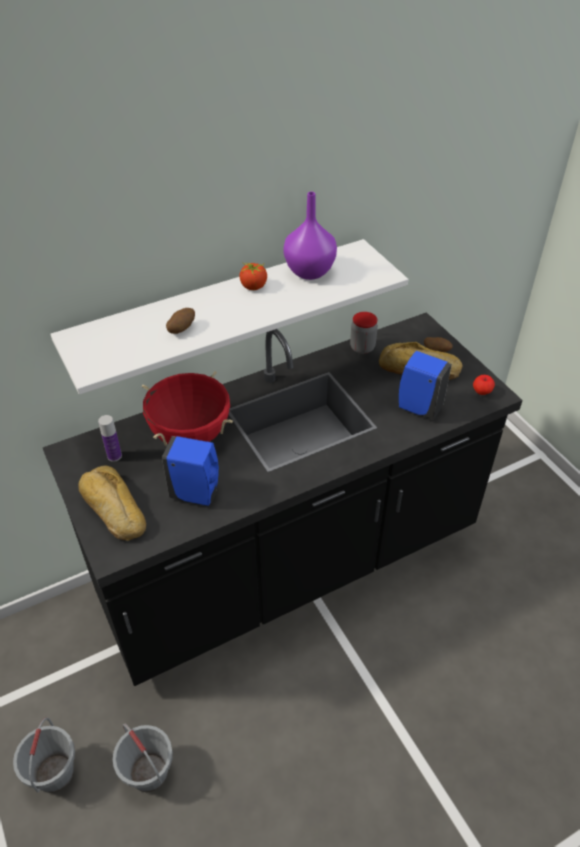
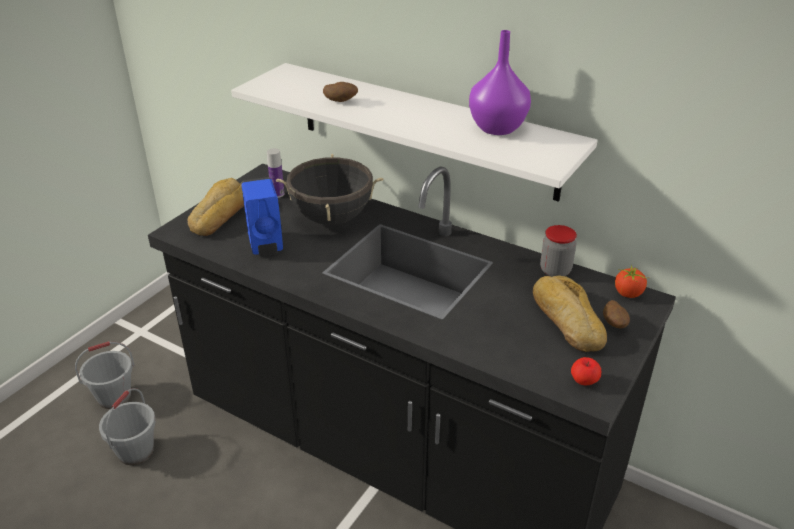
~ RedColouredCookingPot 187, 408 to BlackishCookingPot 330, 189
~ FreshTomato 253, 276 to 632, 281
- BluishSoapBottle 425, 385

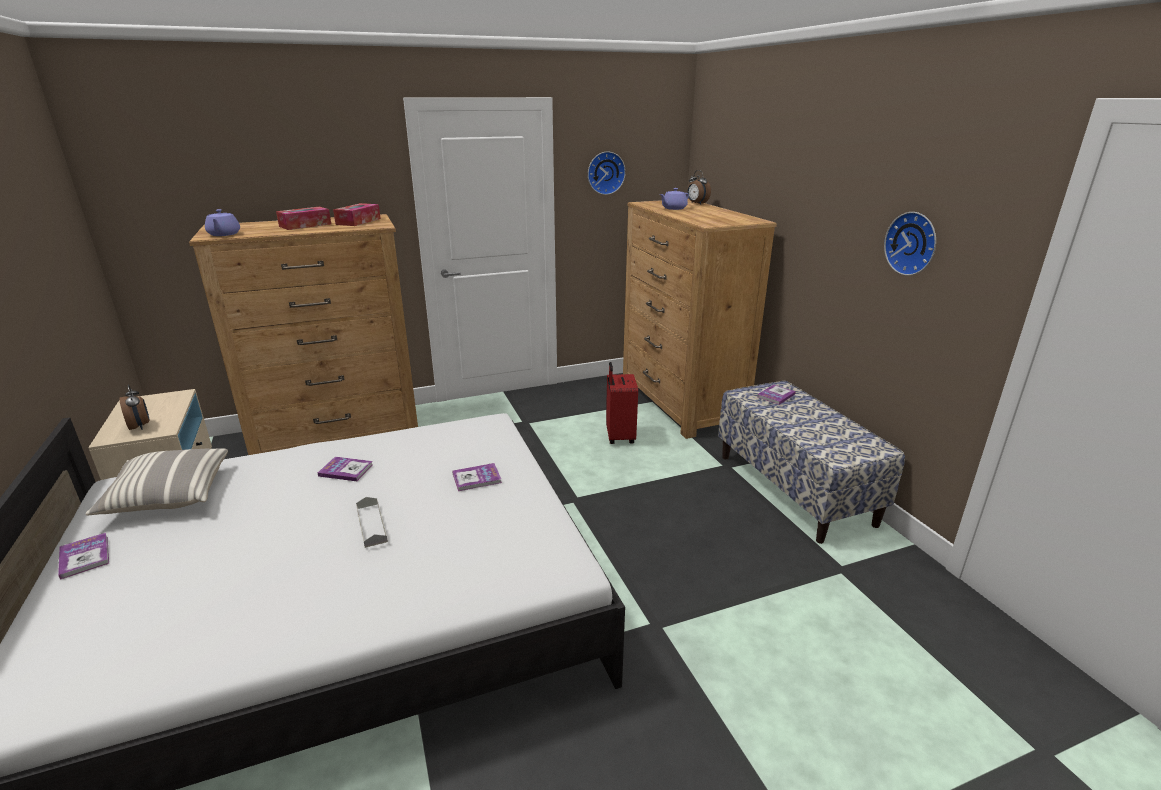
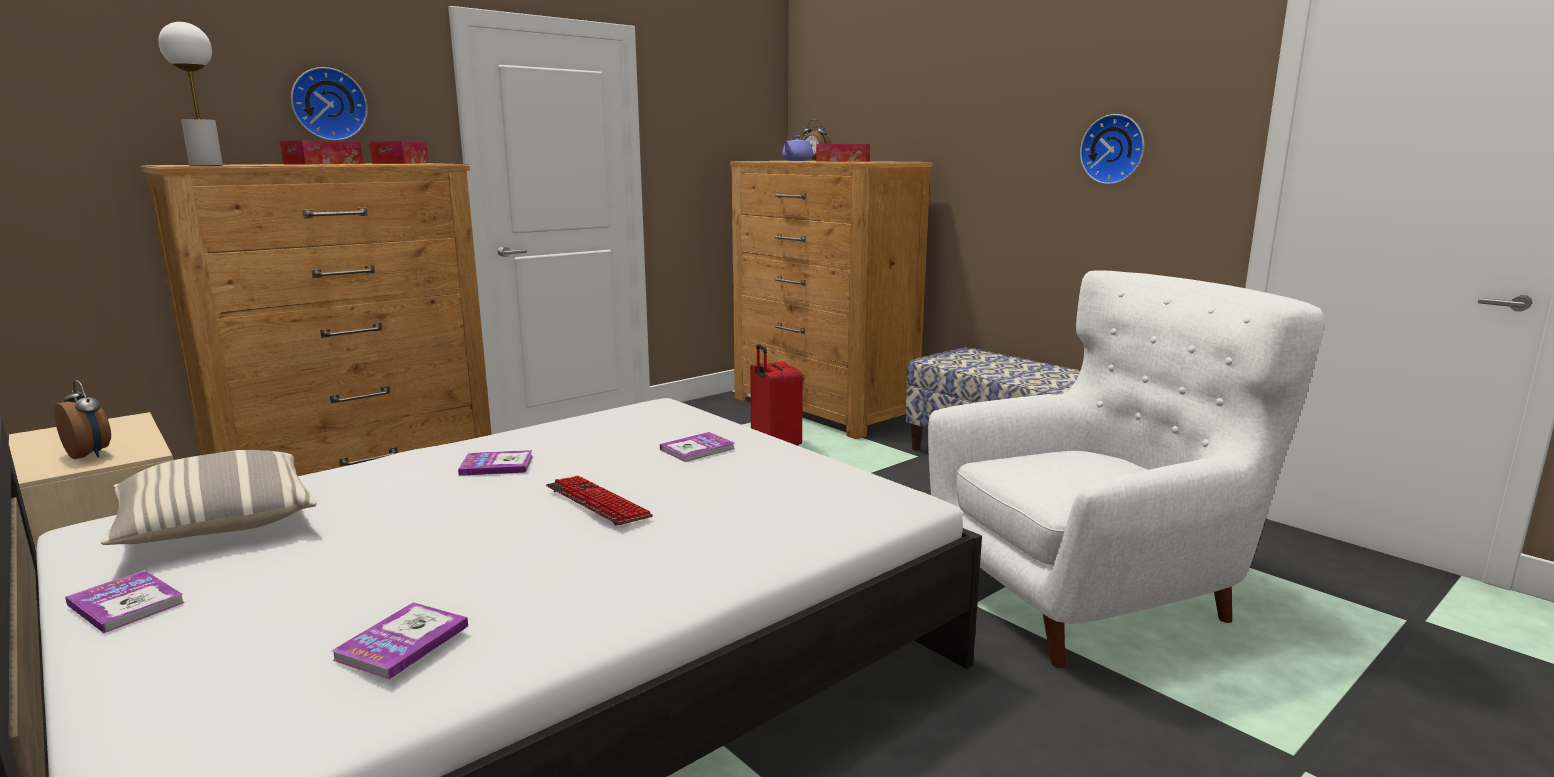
~ PurpleTeapot 222, 222 to WhiteColouredLampForATable 190, 94
~ GrayServingTray 372, 522 to ComputerKeyboard 599, 500
~ ClockOnTheWall 607, 173 to 329, 104
~ Book 777, 394 to 399, 640
+ TissueBox 843, 153
+ WhiteColouredEasyChair 1126, 469

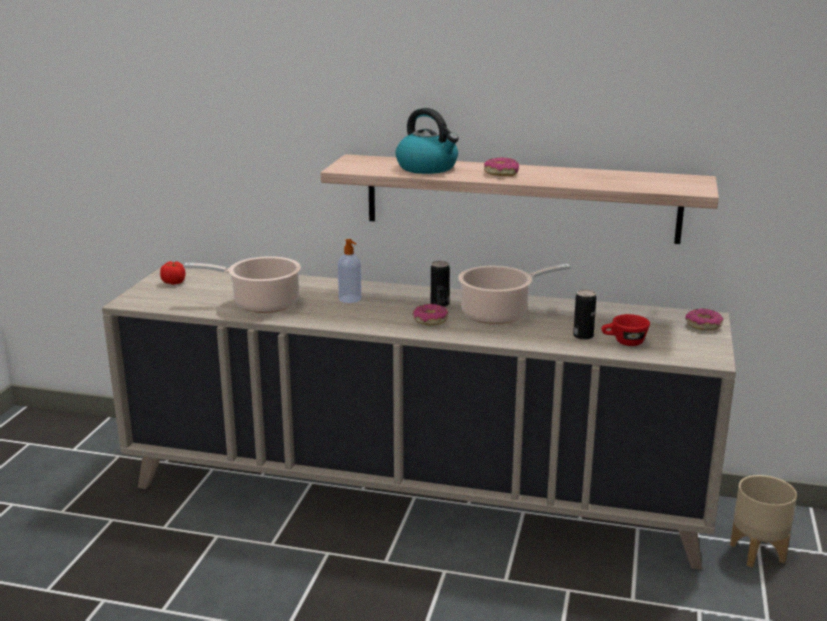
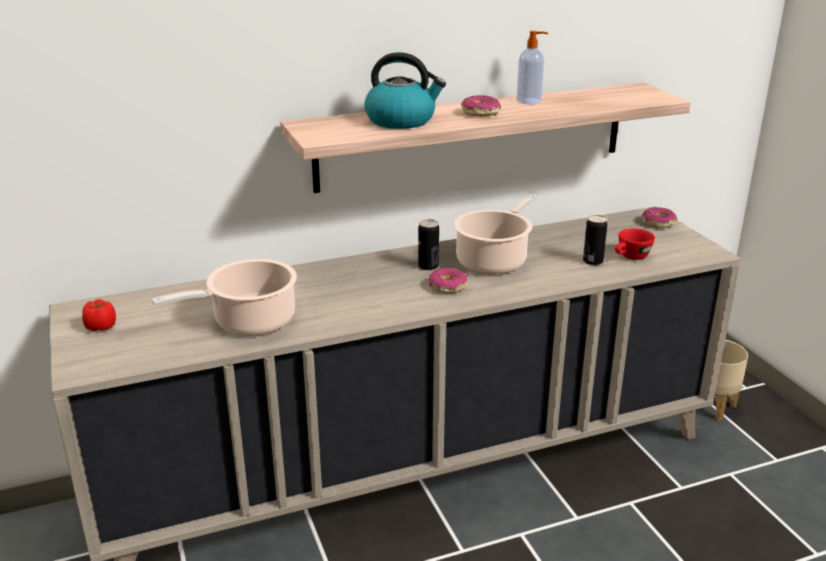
~ SoapBottle 349, 271 to 532, 68

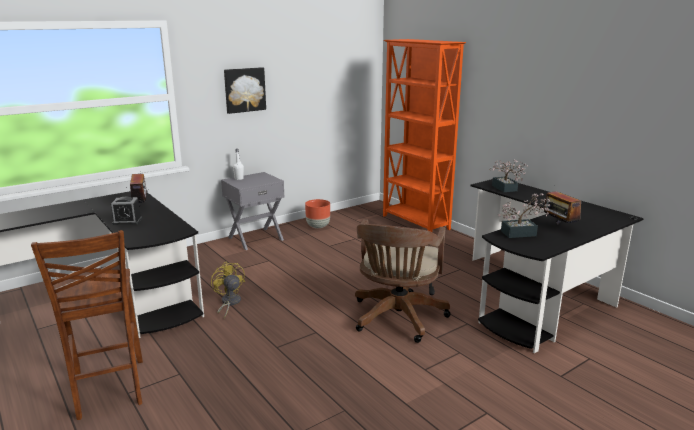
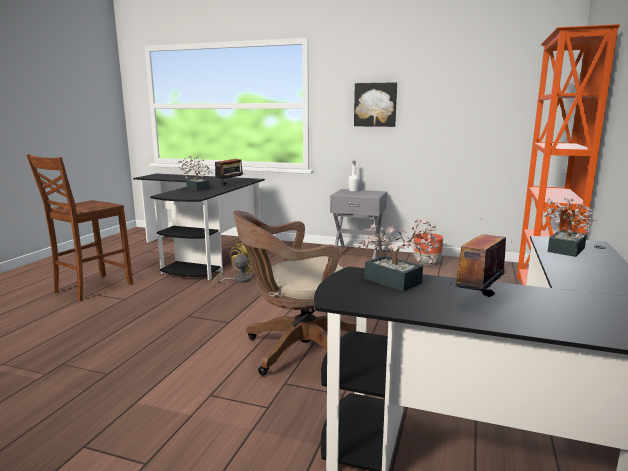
~ AlarmClock 126, 211 to PottedPlant 195, 172

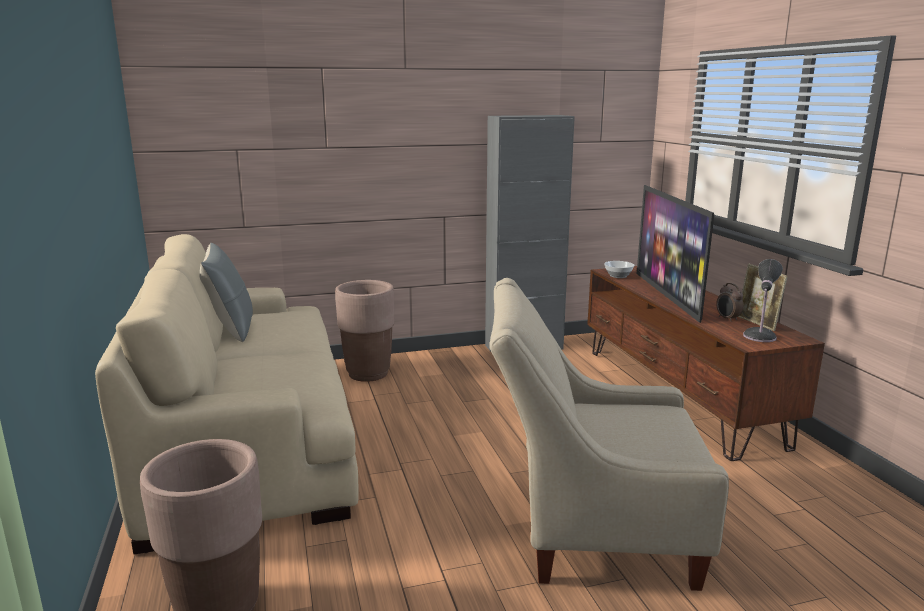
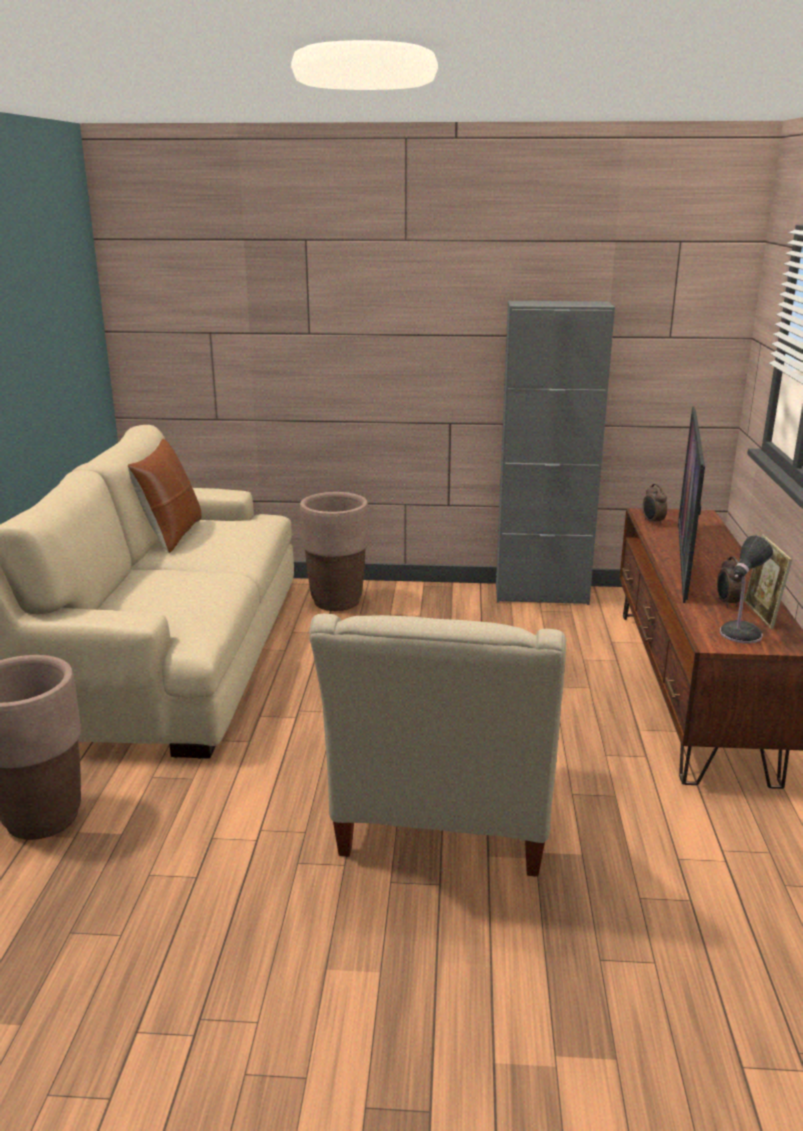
~ GrayThrowPillow 226, 292 to BrownishThrowPillow 165, 496
~ SandColouredEasyChair 609, 434 = 437, 745 105 degrees counterclockwise
~ DeepDish 619, 269 to AlarmClock 655, 505

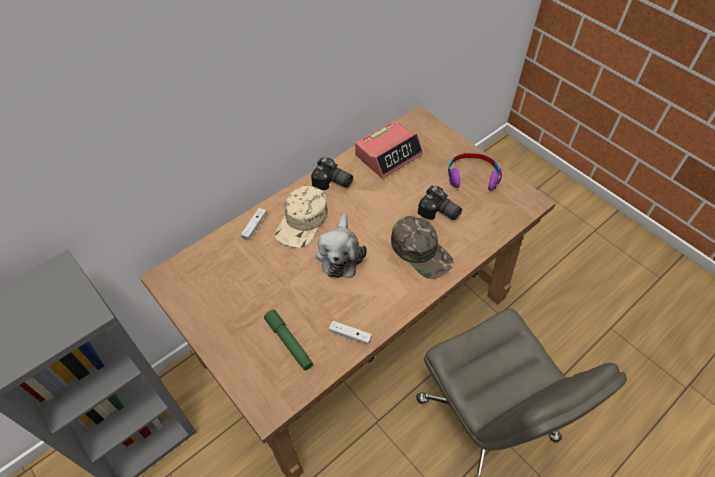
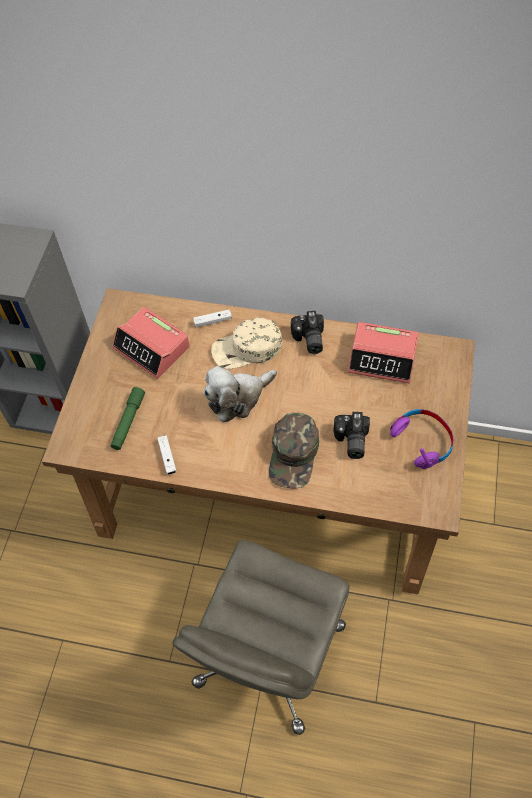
+ AlarmClock 151, 343

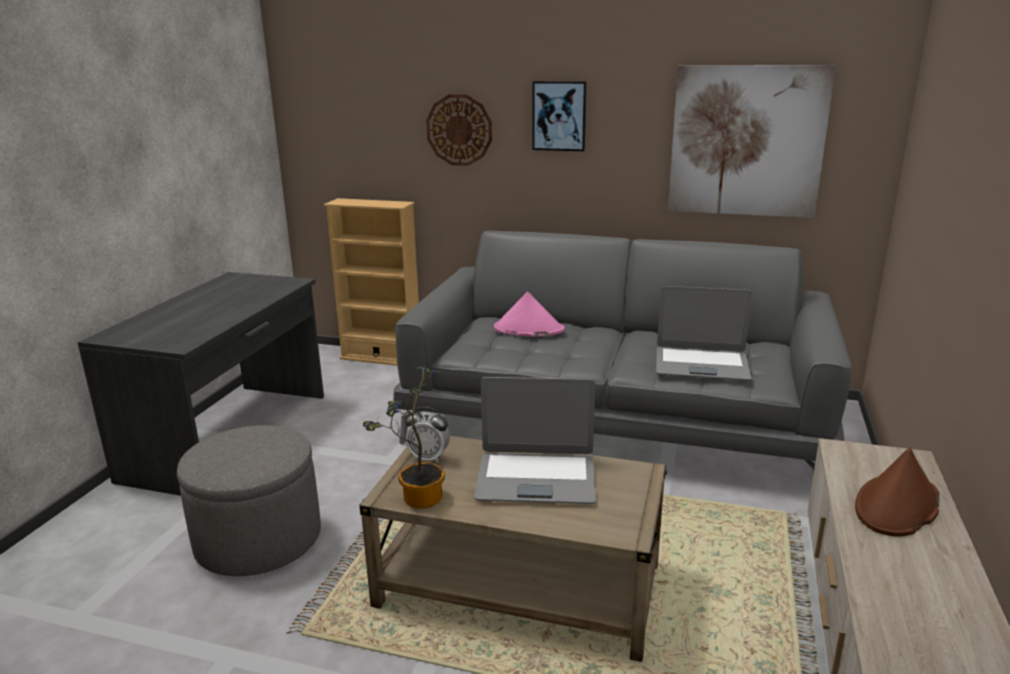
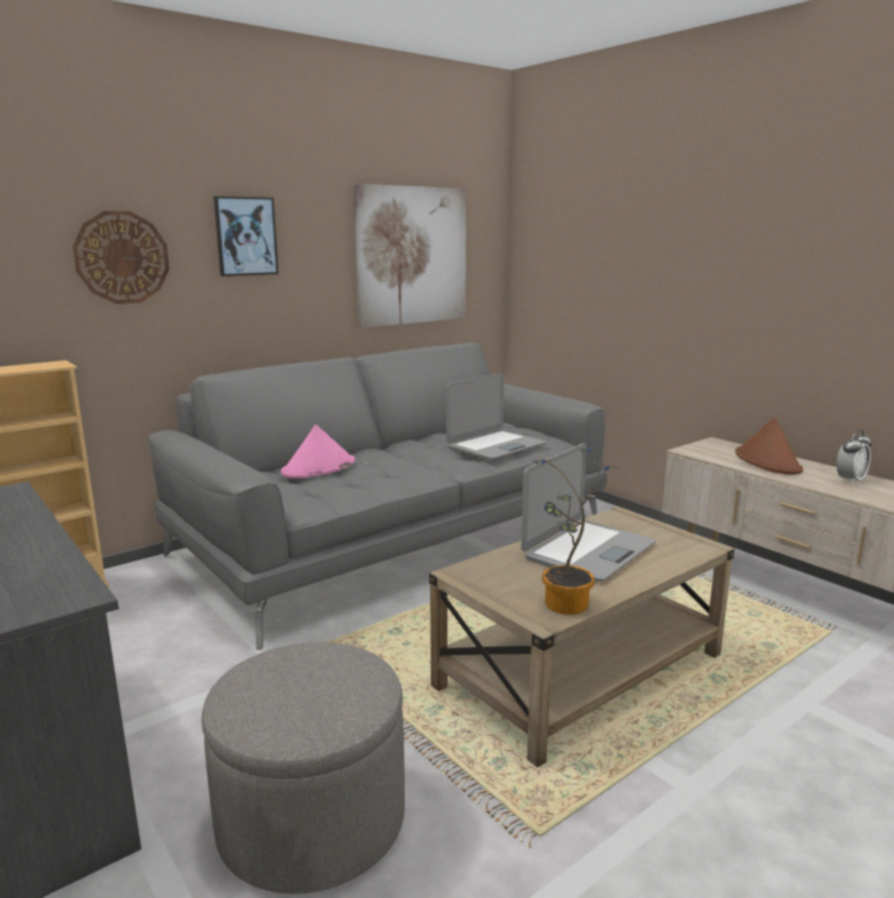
~ AlarmClock 428, 435 to 854, 457

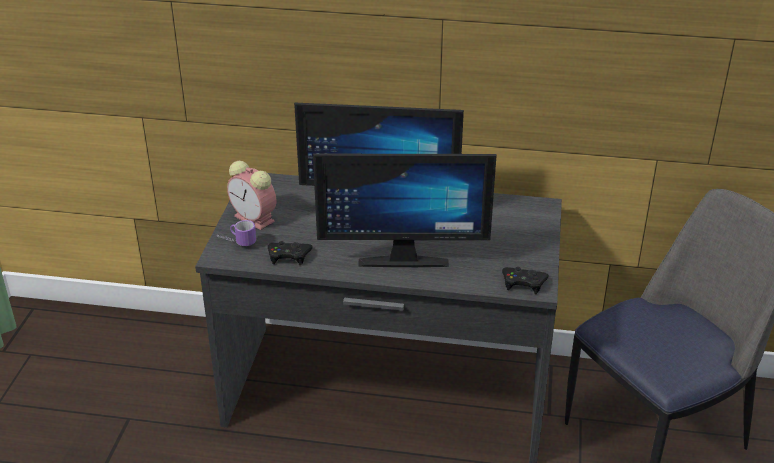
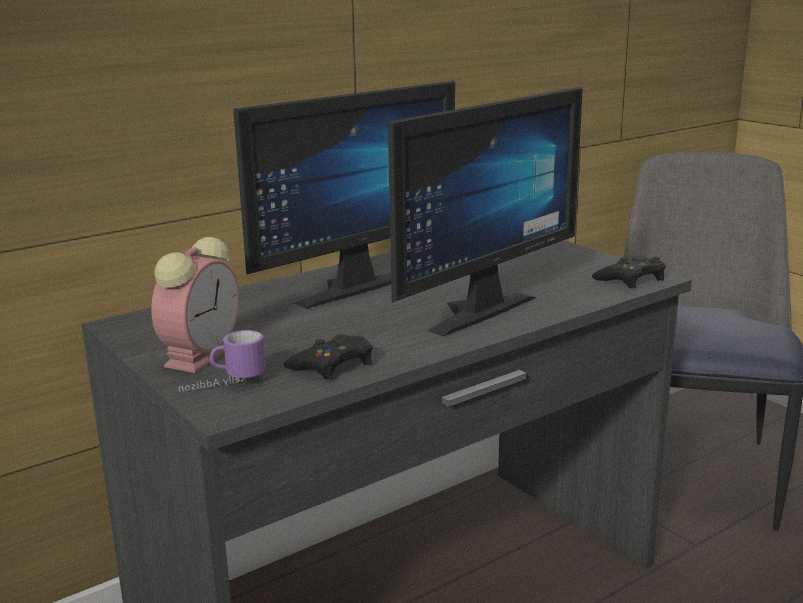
~ AlarmClock 251, 195 = 195, 305 60 degrees counterclockwise

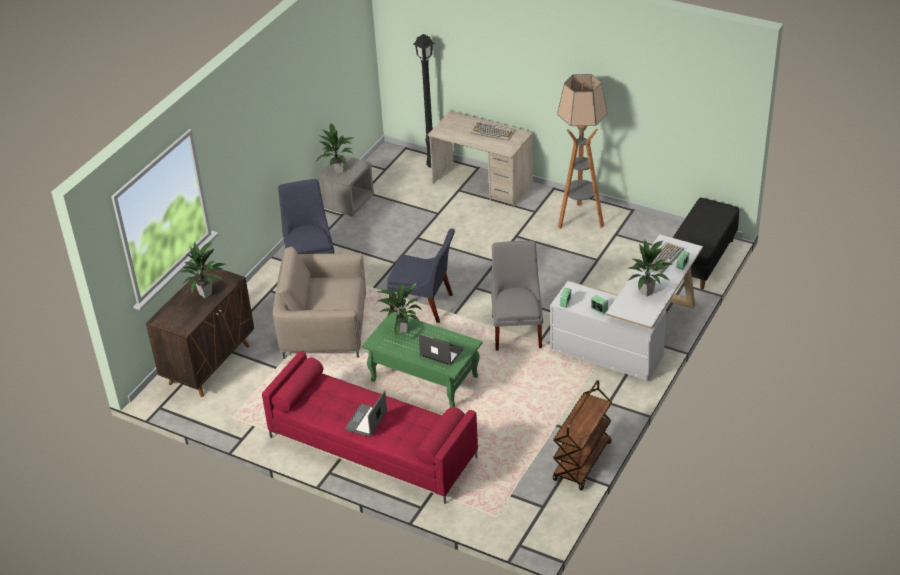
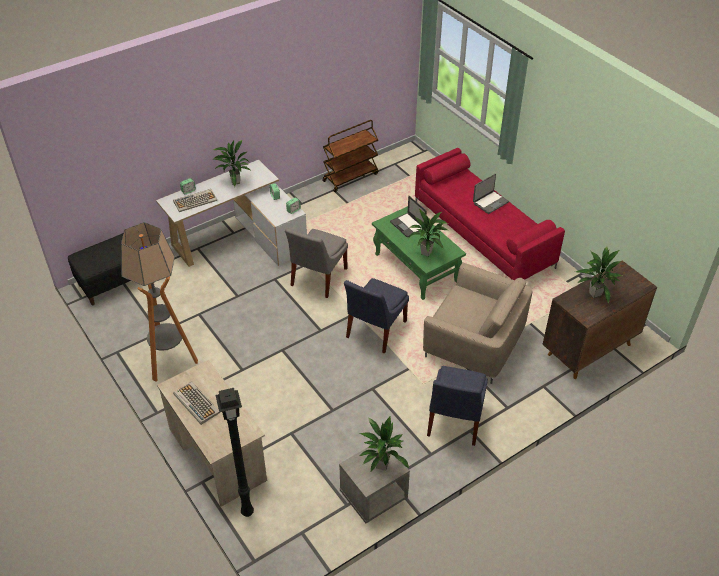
~ BluishChair 421, 275 = 376, 315 105 degrees counterclockwise

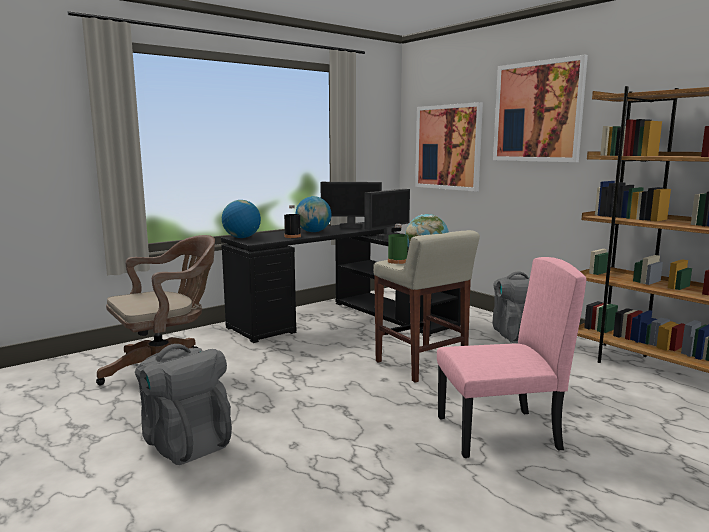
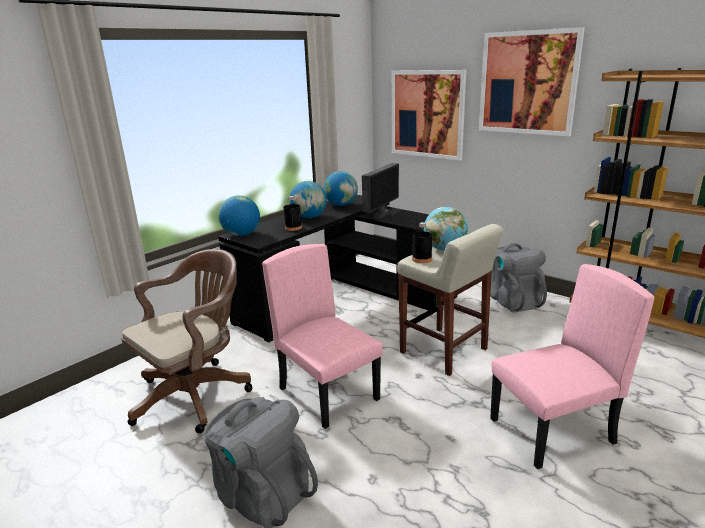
~ ComputerScreen 351, 205 to Globe 340, 188
~ GreenishBottle 398, 244 to BlackishBottle 422, 242
+ PinkChair 322, 336

